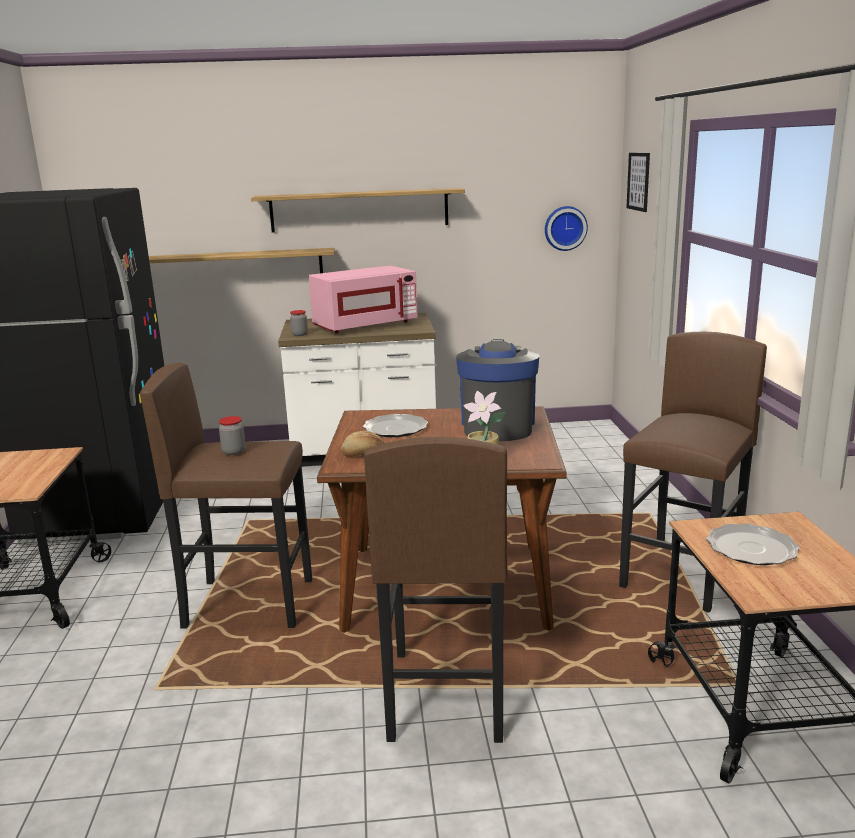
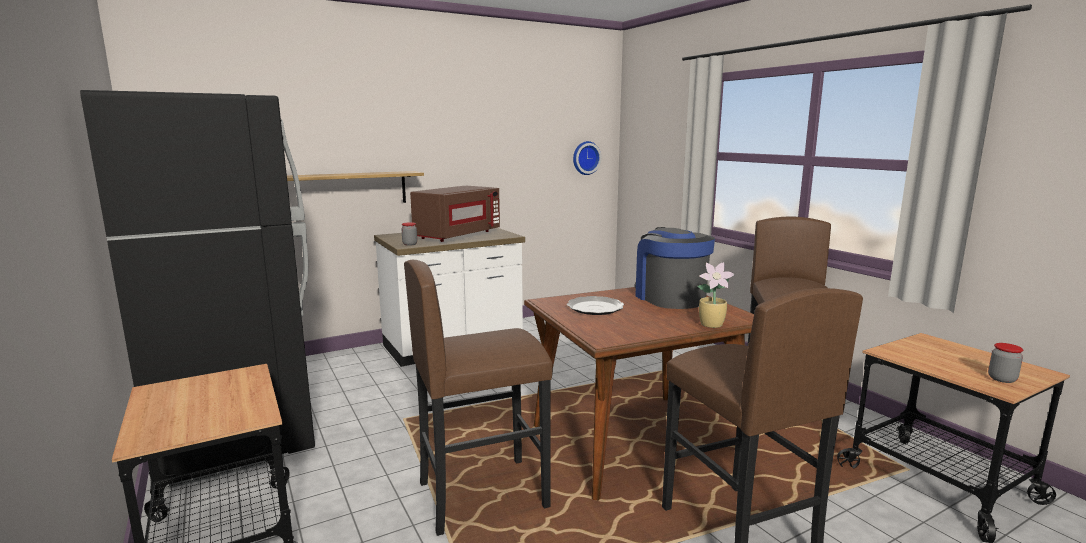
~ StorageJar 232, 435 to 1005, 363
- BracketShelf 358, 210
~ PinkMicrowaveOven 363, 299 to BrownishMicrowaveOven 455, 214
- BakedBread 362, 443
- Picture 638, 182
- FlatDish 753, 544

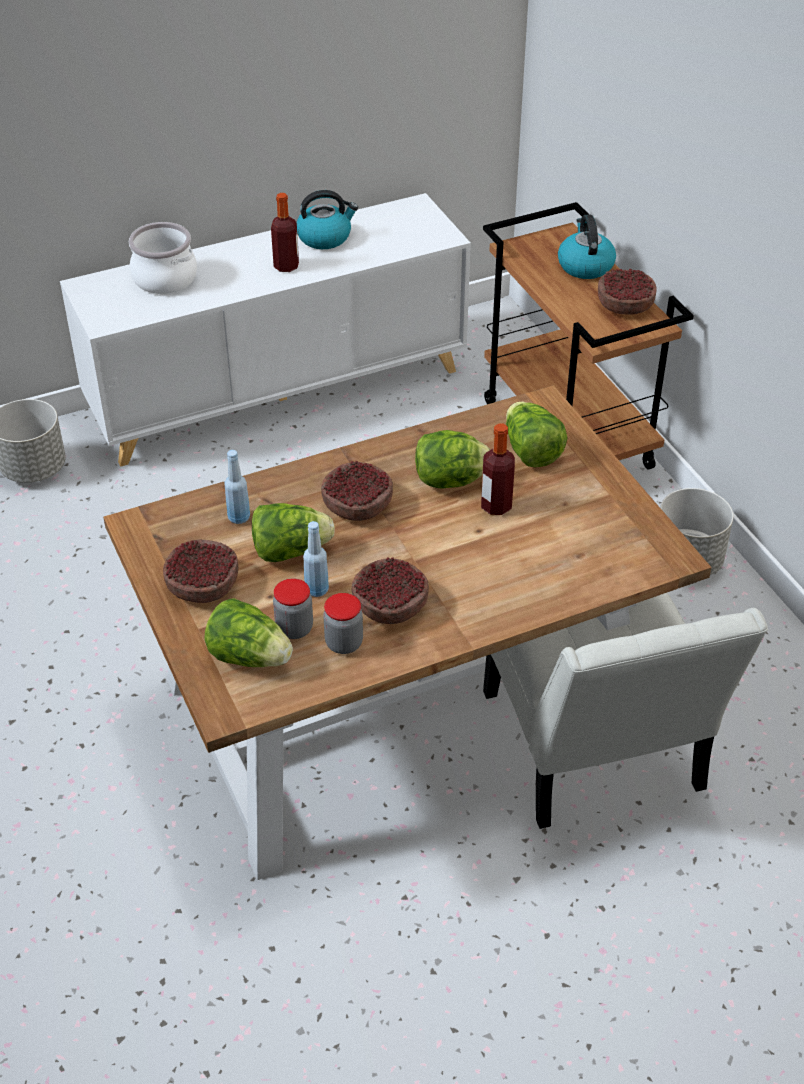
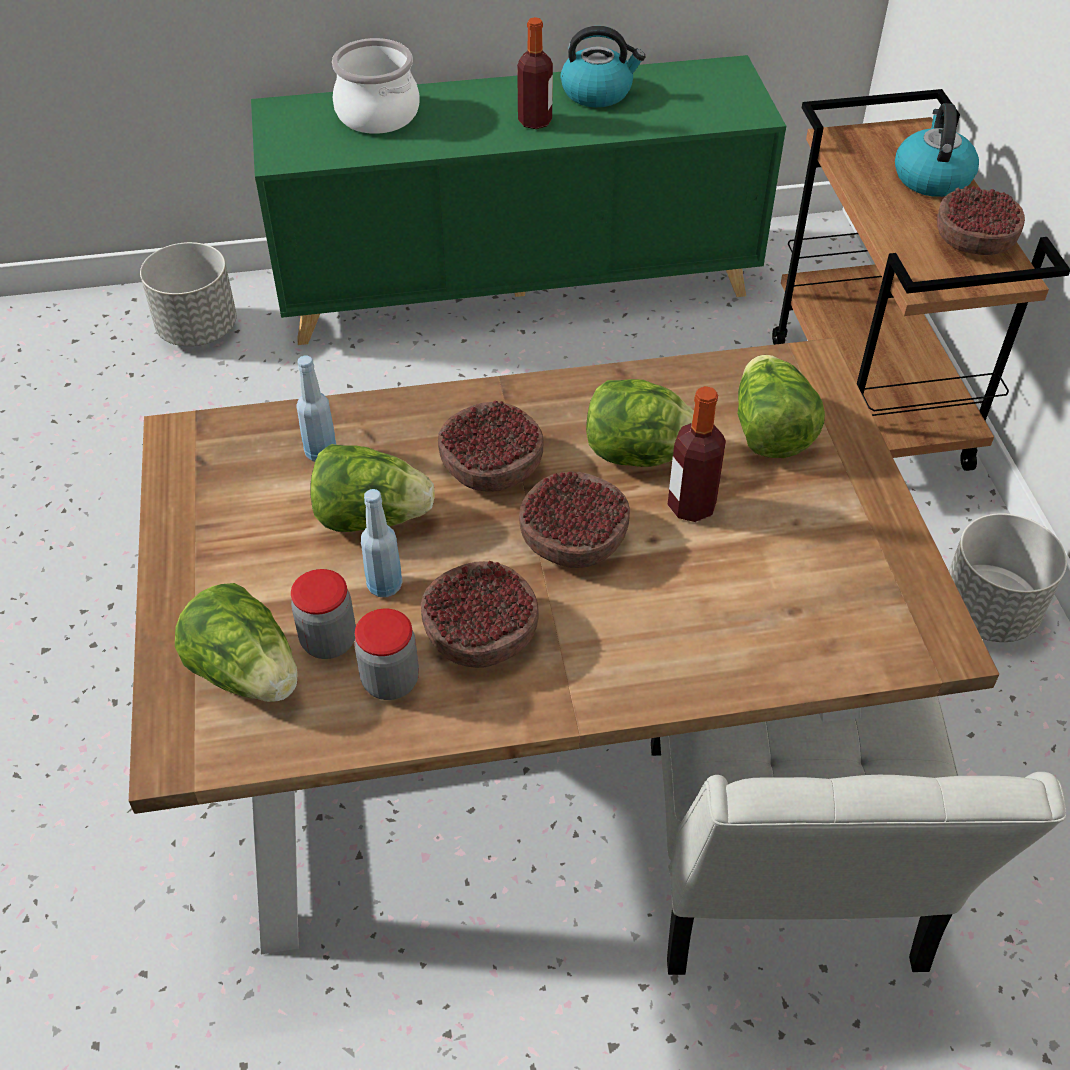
~ WhiteColouredStorageCabinet 265, 330 to GreenishStorageCabinet 518, 200
~ DeepDish 200, 571 to 574, 519

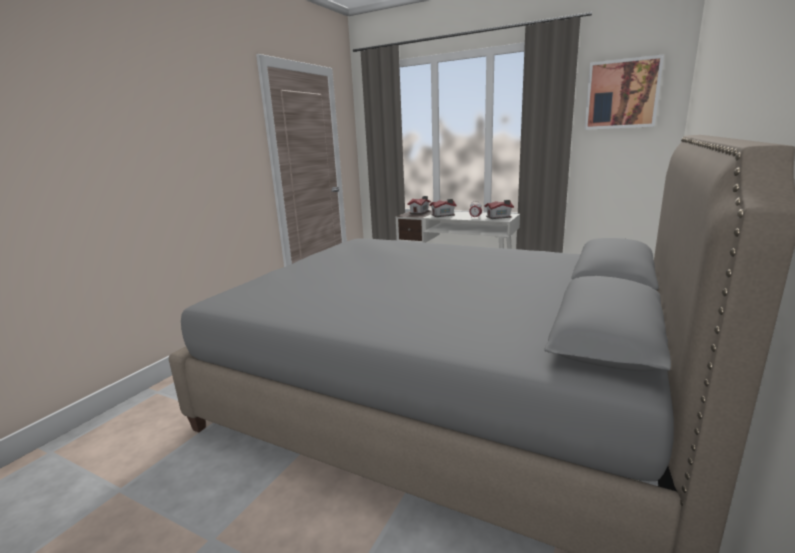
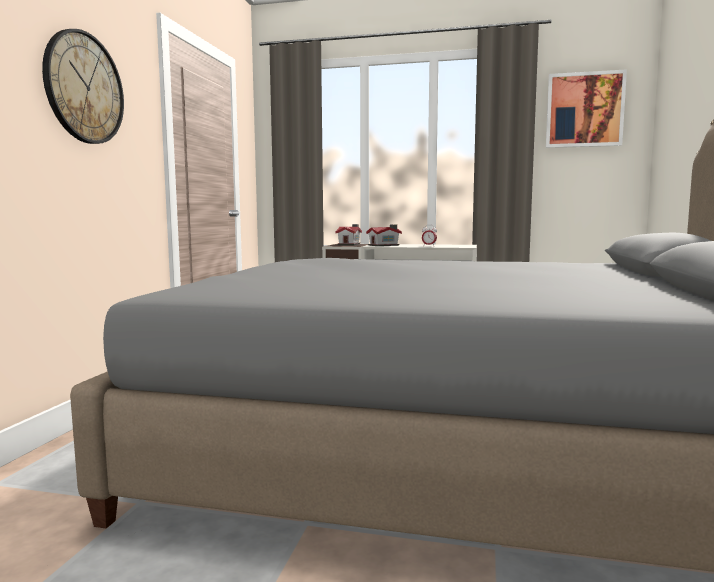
- ModelHouse 499, 209
+ ClockOnTheWall 83, 86

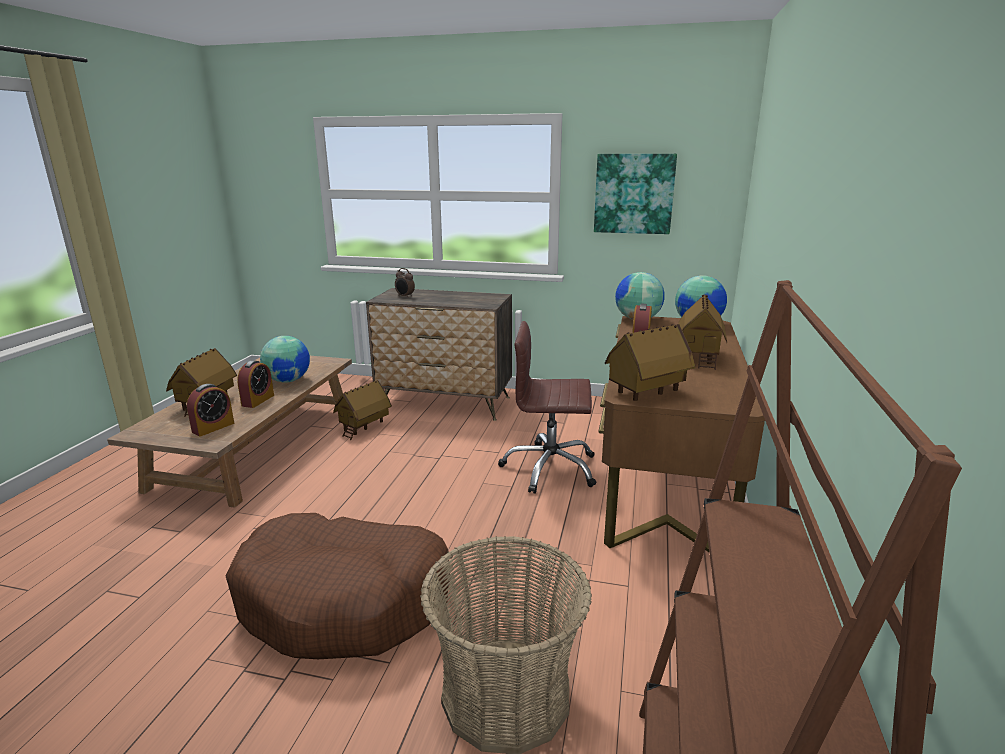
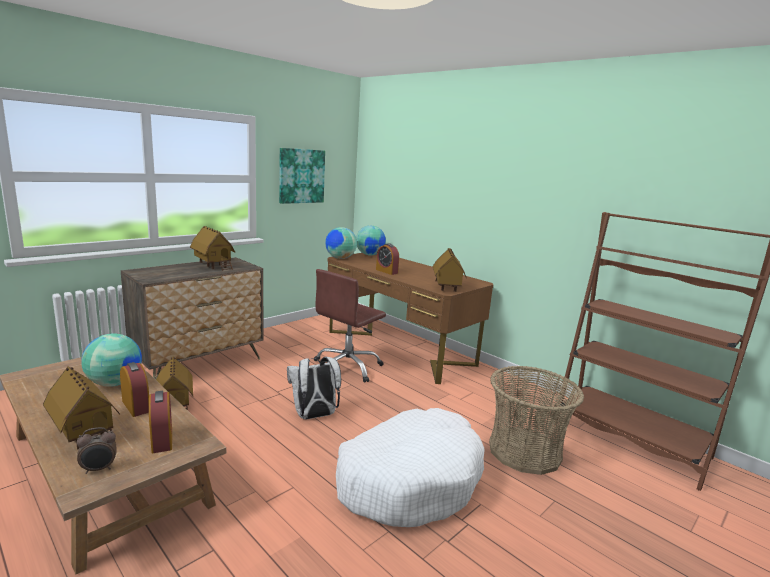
~ BrownishDogBed 337, 586 to WhiteColouredDogBed 410, 467
~ AlarmClock 405, 283 to 97, 450
~ ModelHouse 702, 332 to 212, 248
+ WhiteColouredBackpack 314, 388

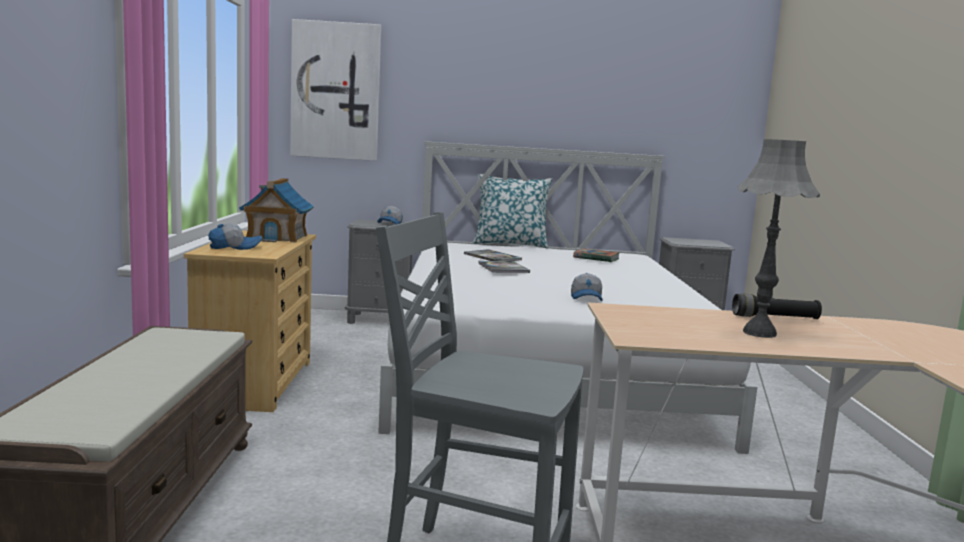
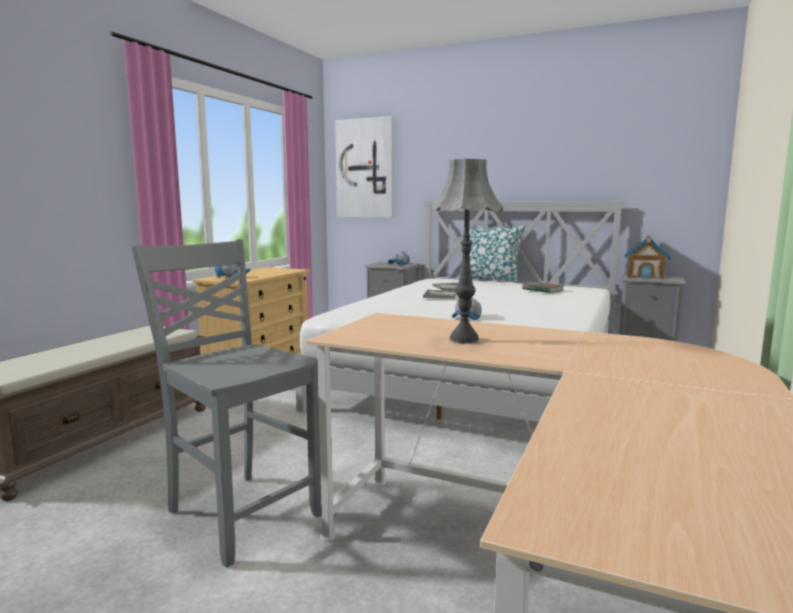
~ ModelHouse 276, 210 to 648, 257
- BlackishTorch 777, 306

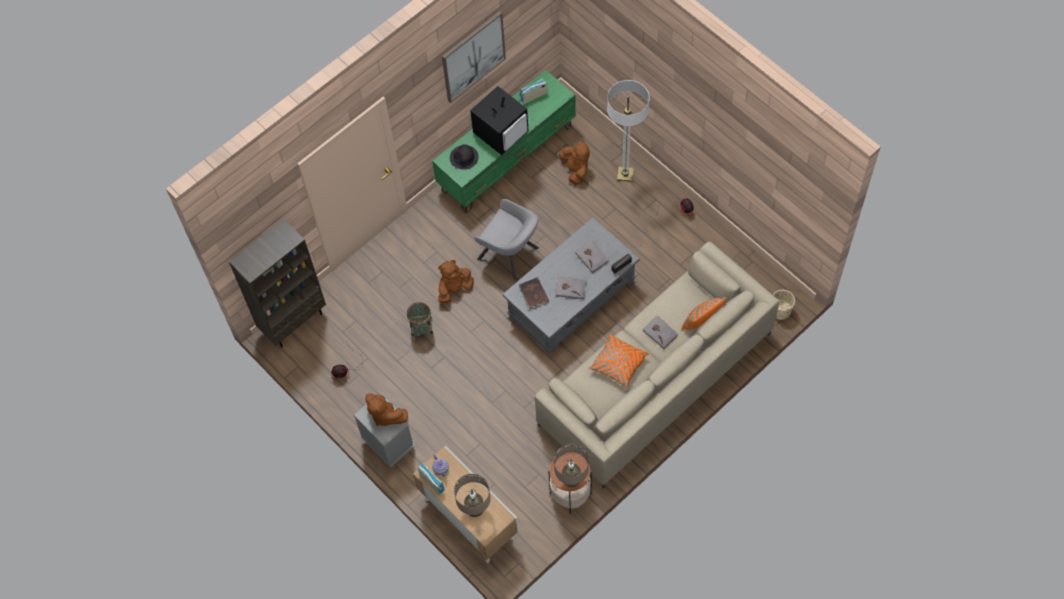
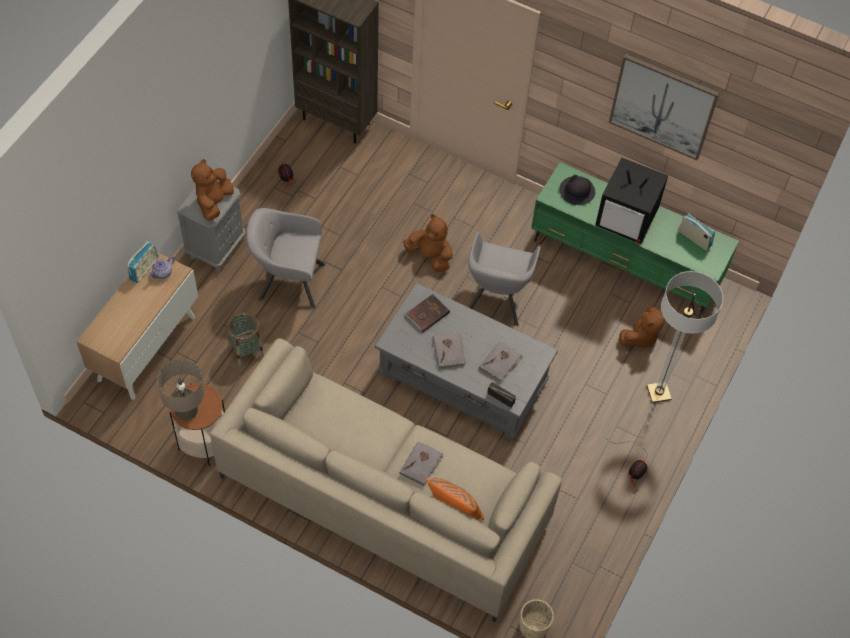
~ StorageBasket 420, 321 to 246, 339
- SandColouredLampForATable 472, 495
- OrangeColouredThrowPillow 619, 361
+ GrayEasyChair 285, 258

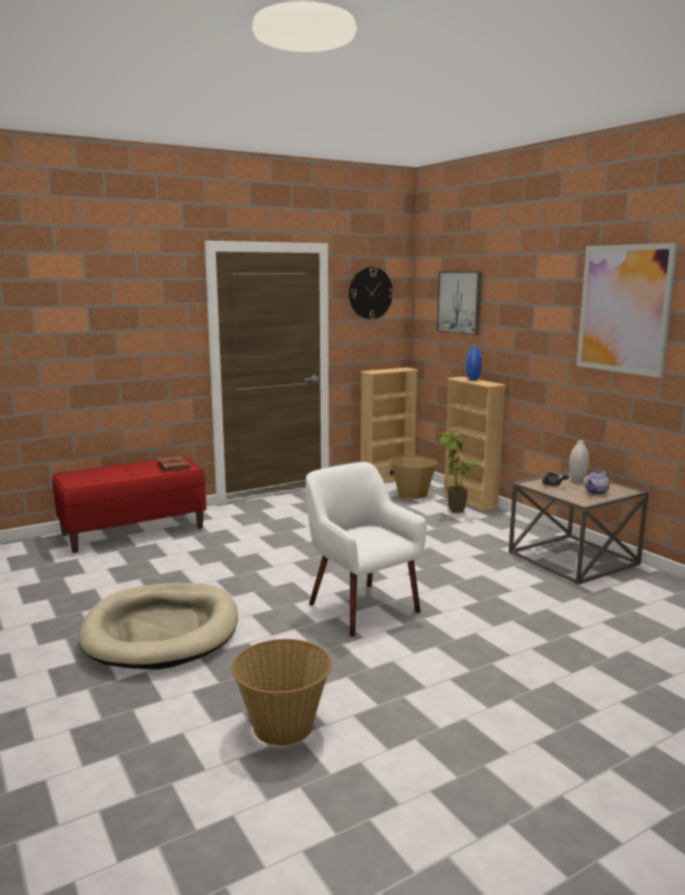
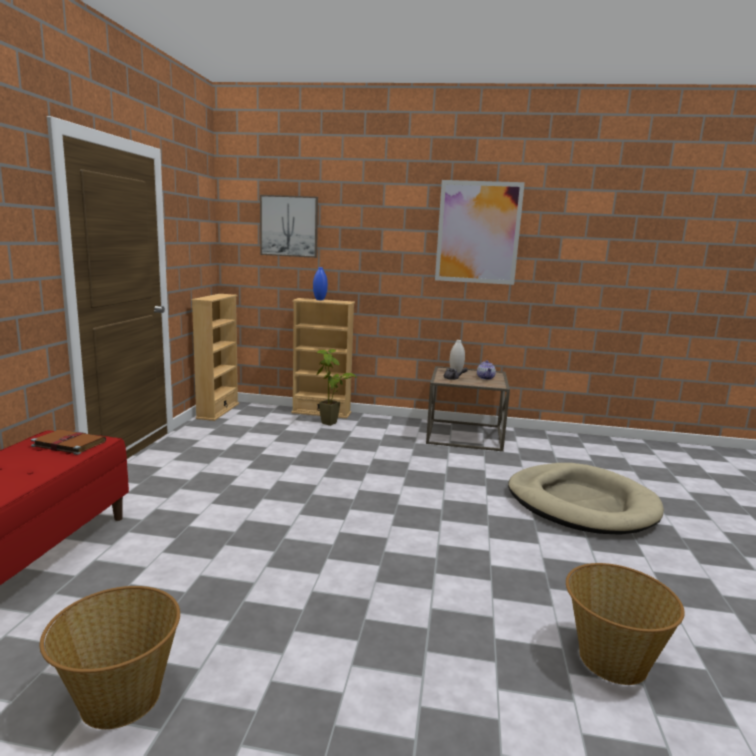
~ SandColouredDogBed 158, 626 to 586, 499
- WhiteColouredEasyChair 366, 549
- ClockOnTheWall 371, 293
~ StorageBasket 413, 477 to 110, 657

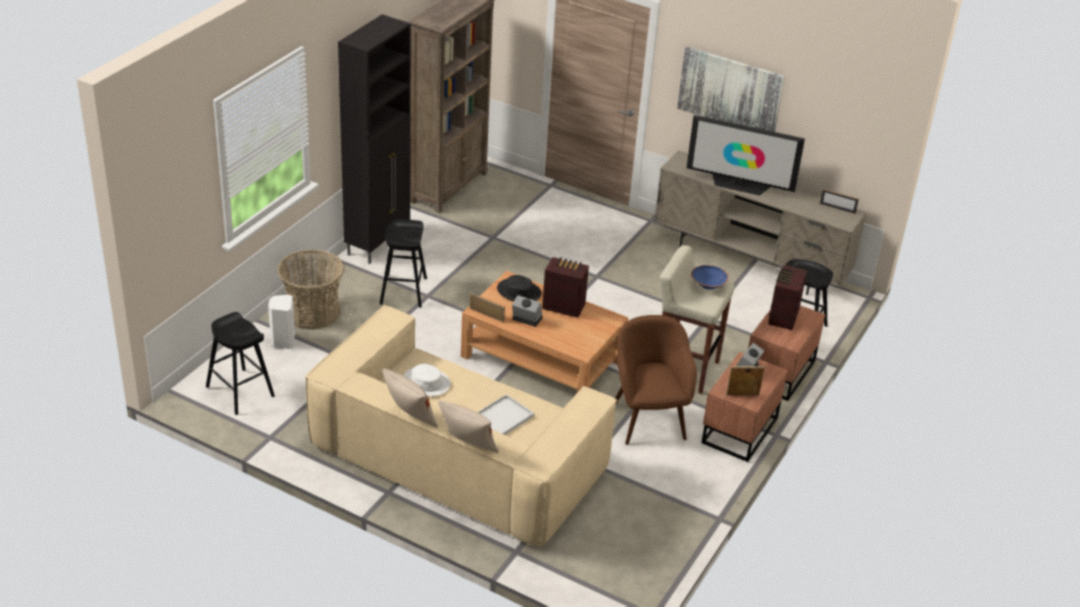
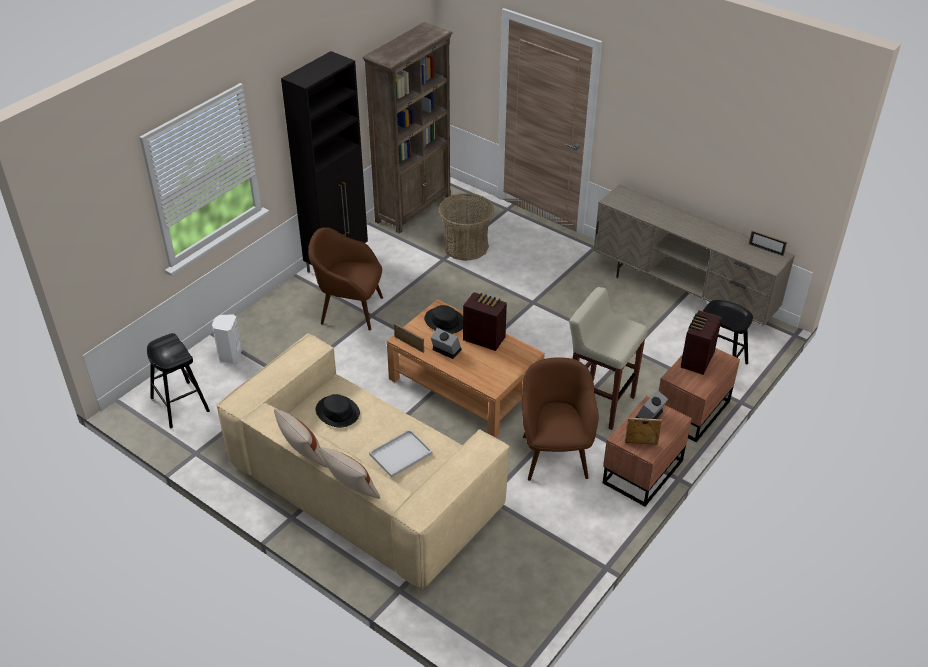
~ StorageBasket 310, 289 to 466, 227
~ BlackishStoolSeat 403, 263 to BrownishEasyChair 345, 279
~ WhiteColouredHat 427, 380 to BlackishHat 338, 410
- Picture 731, 89
- TvSet 745, 155
- BluishDeepDish 710, 277

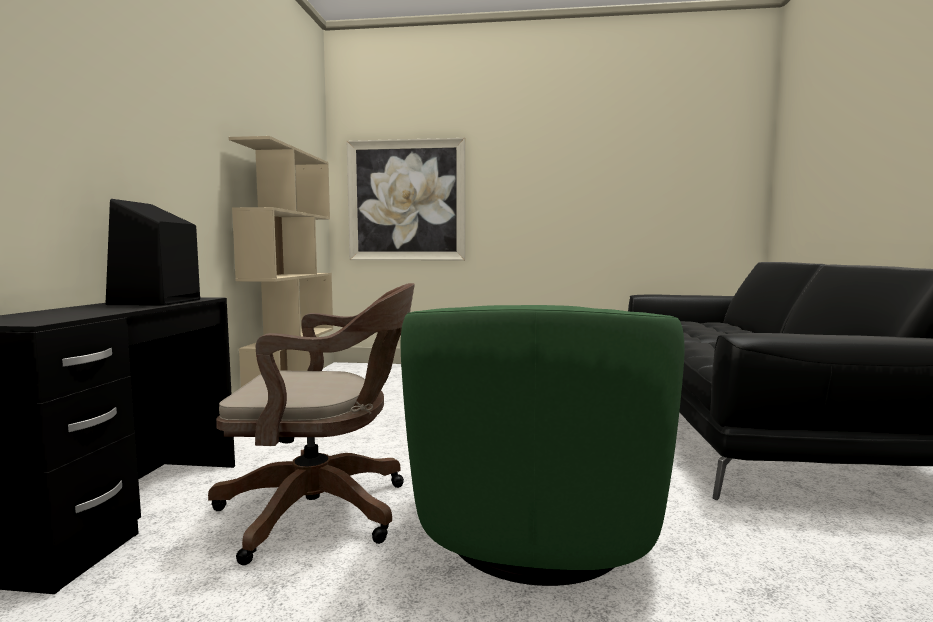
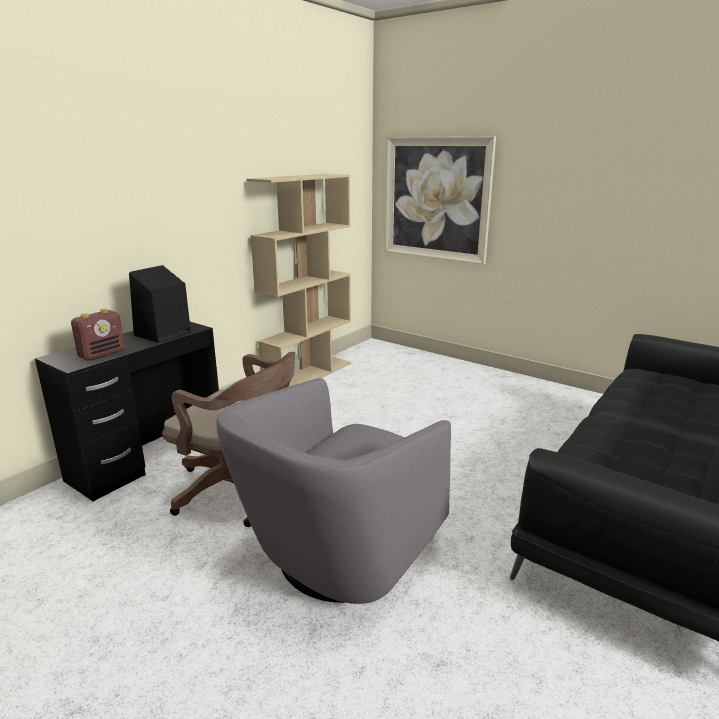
~ GreenishEasyChair 543, 445 to GrayEasyChair 333, 491
+ Radio 98, 334

